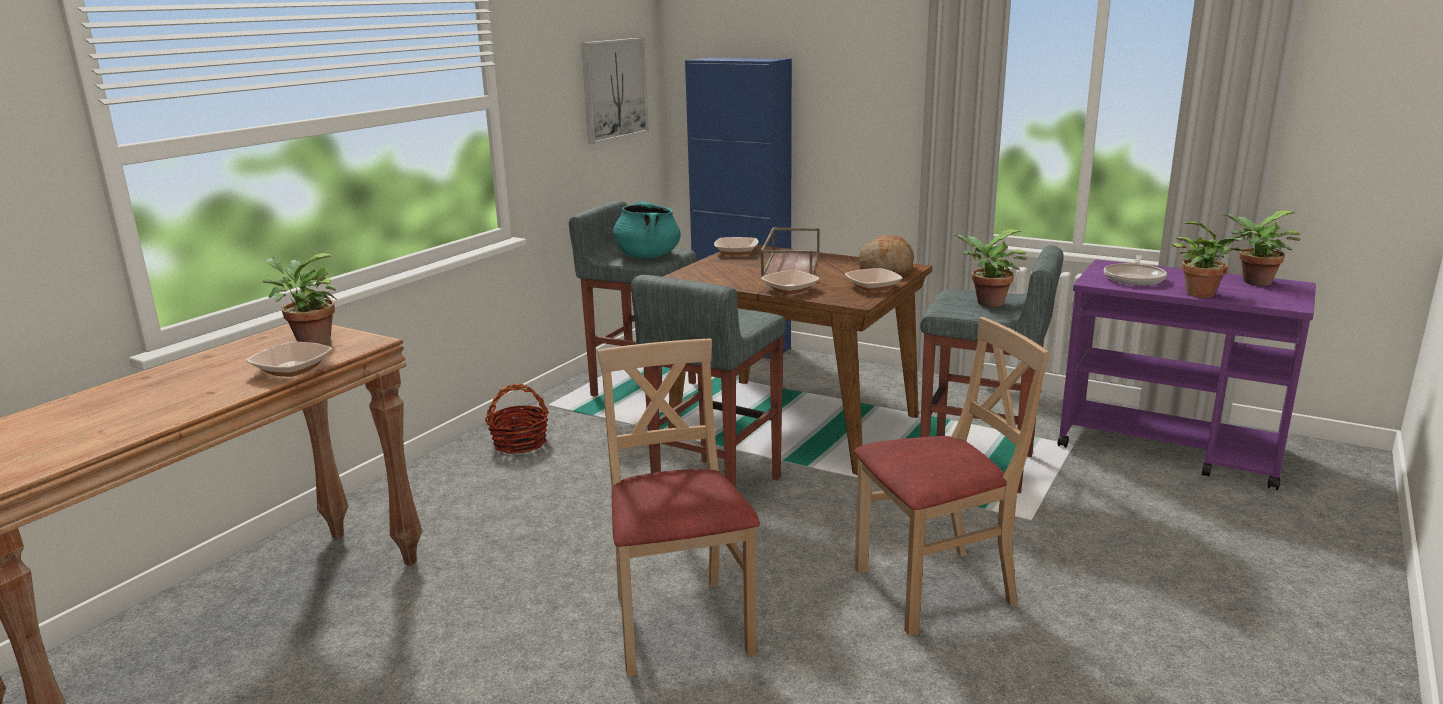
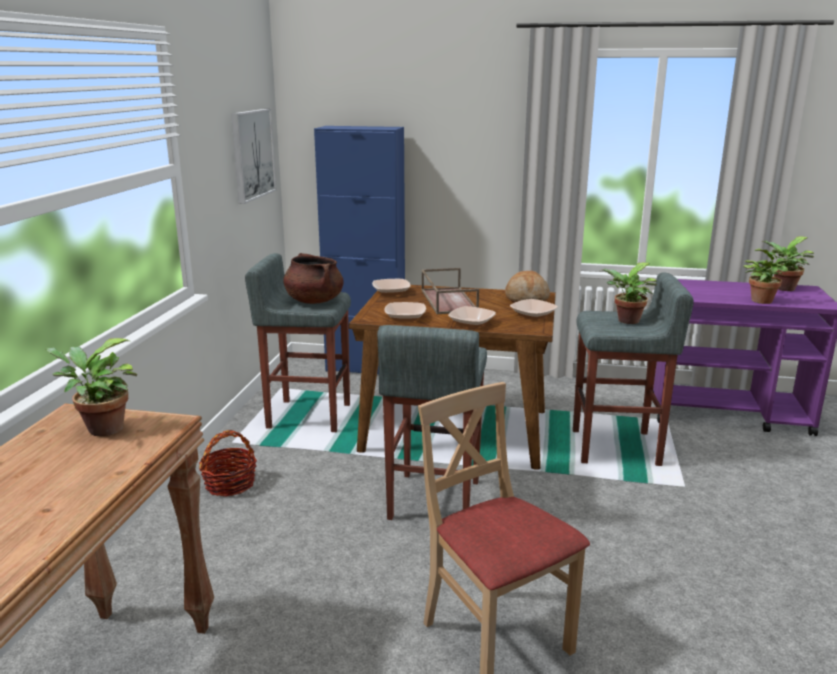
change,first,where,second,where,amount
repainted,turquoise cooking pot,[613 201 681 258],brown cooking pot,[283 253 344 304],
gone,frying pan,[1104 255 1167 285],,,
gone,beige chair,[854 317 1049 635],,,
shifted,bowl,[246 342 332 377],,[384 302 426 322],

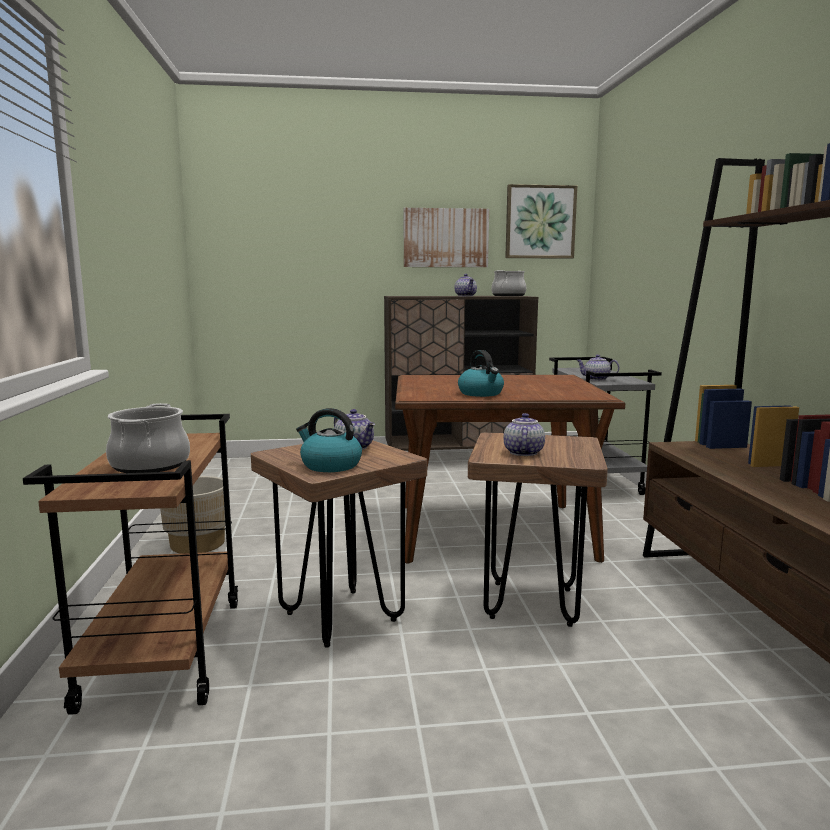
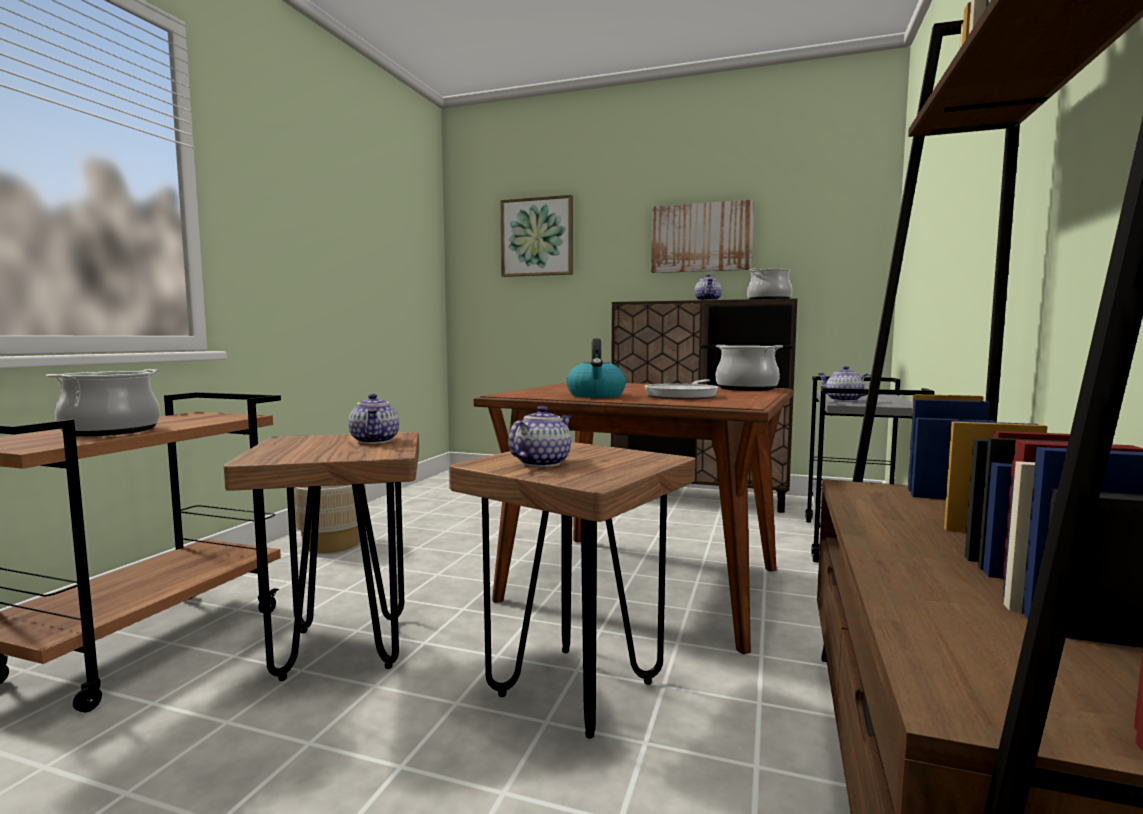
change,first,where,second,where,amount
shifted,picture,[505 184 577 259],,[500 195 573 277],
gone,kettle,[296 408 362 472],,,
new,,,cooking pot,[715 345 783 391],
new,,,frying pan,[645 380 718 400],

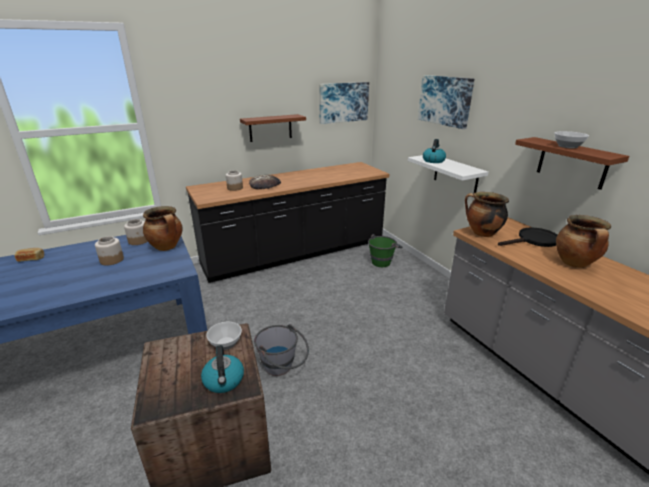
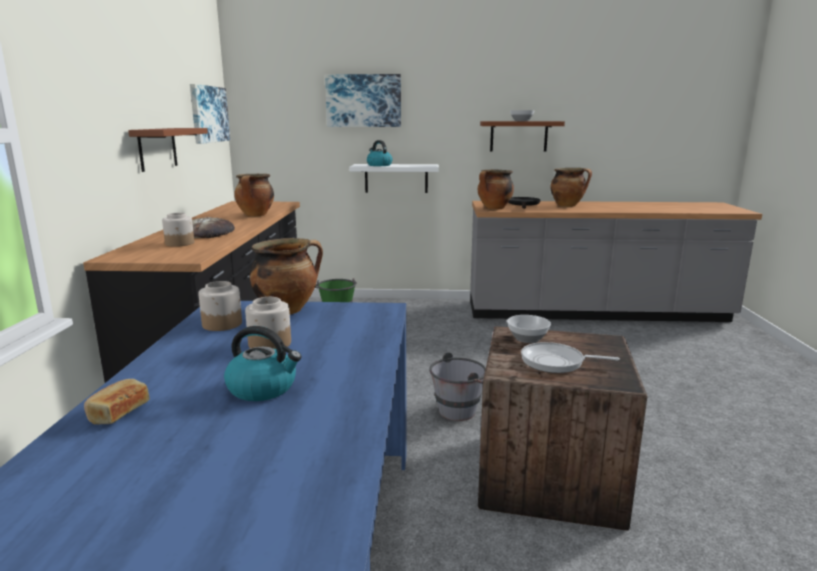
change,first,where,second,where,amount
shifted,kettle,[201 345 244 393],,[224 326 302 401],
new,,,cooking pot,[234 174 274 217],
new,,,frying pan,[521 342 620 373],

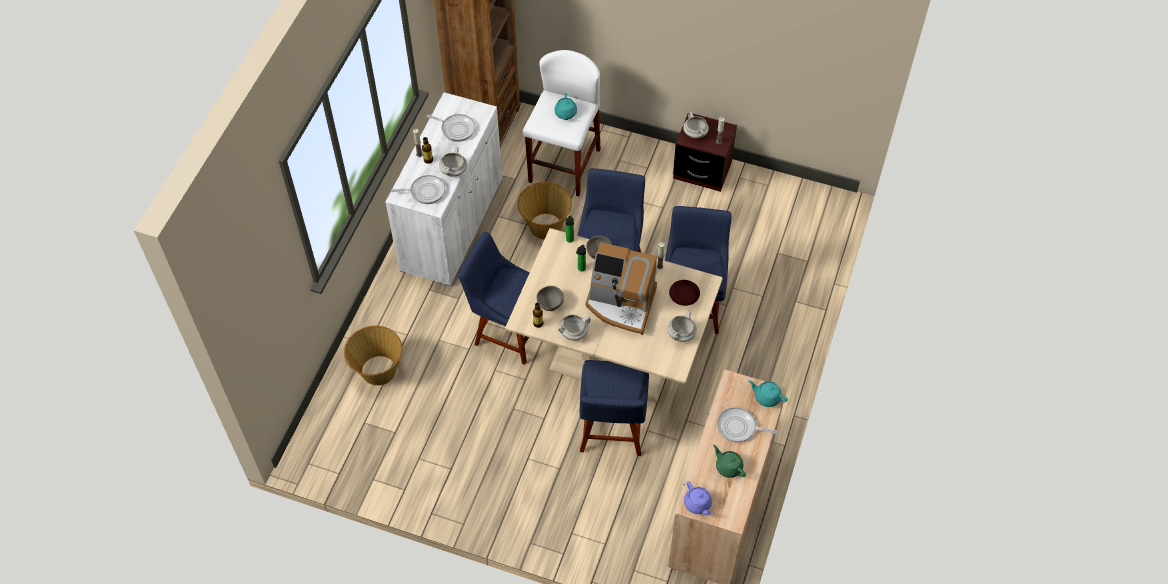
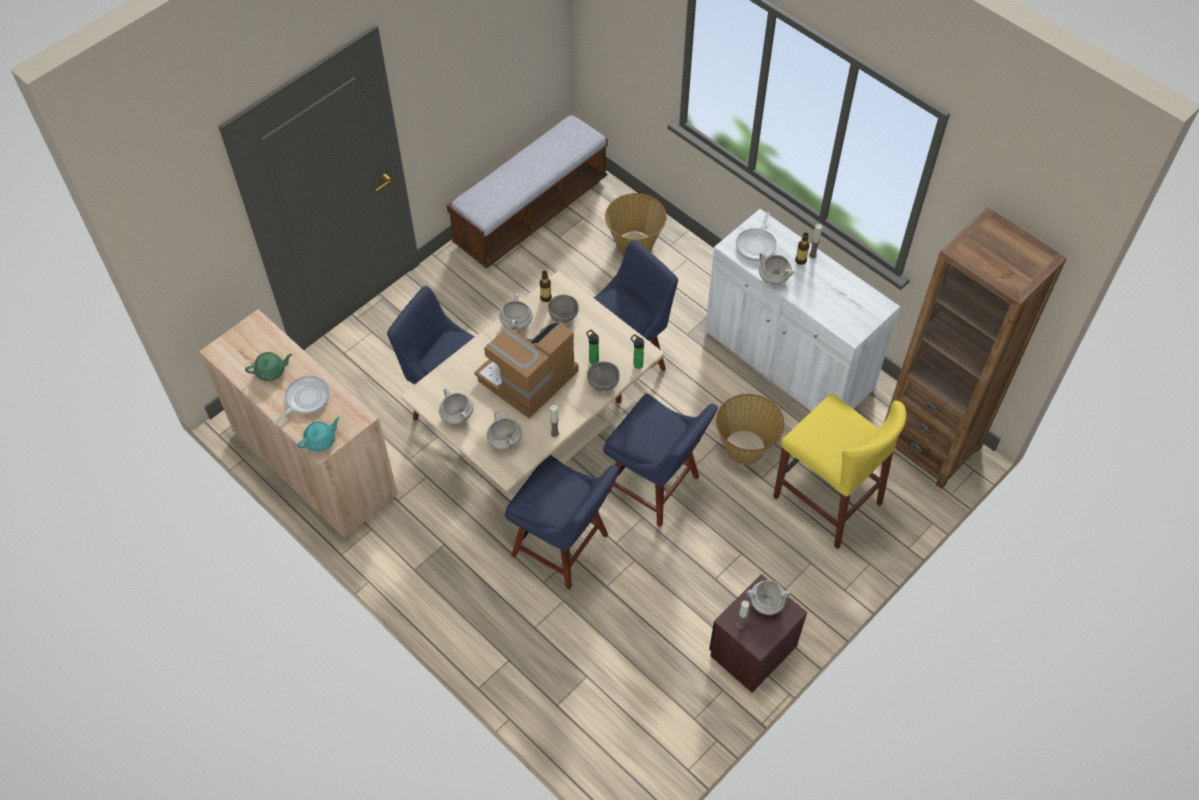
change,first,where,second,where,amount
repainted,white stool,[522 50 600 196],yellow stool,[773 393 906 549],
gone,turquoise teapot,[555 93 577 120],,,
gone,frying pan,[427 114 475 142],,,
swapped,brown plate,[669 280 700 306],white cooking pot,[487 412 522 450],
gone,purple teapot,[684 481 712 516],,,
new,,,bench,[447 113 608 268],

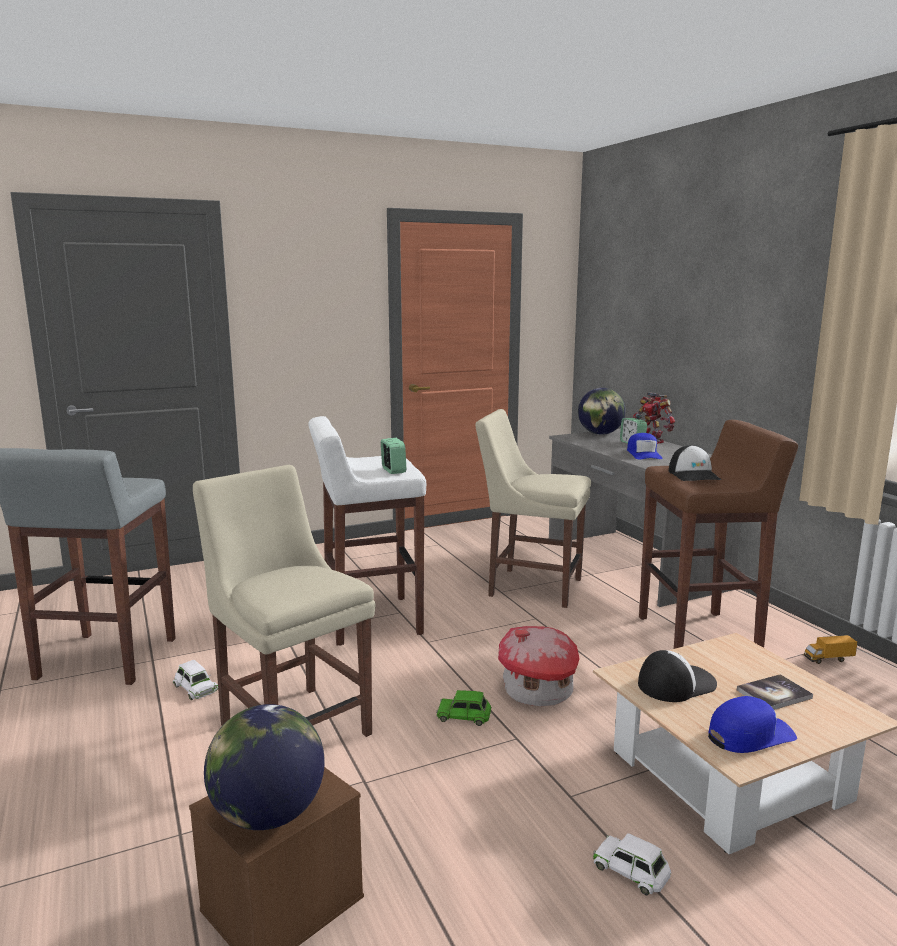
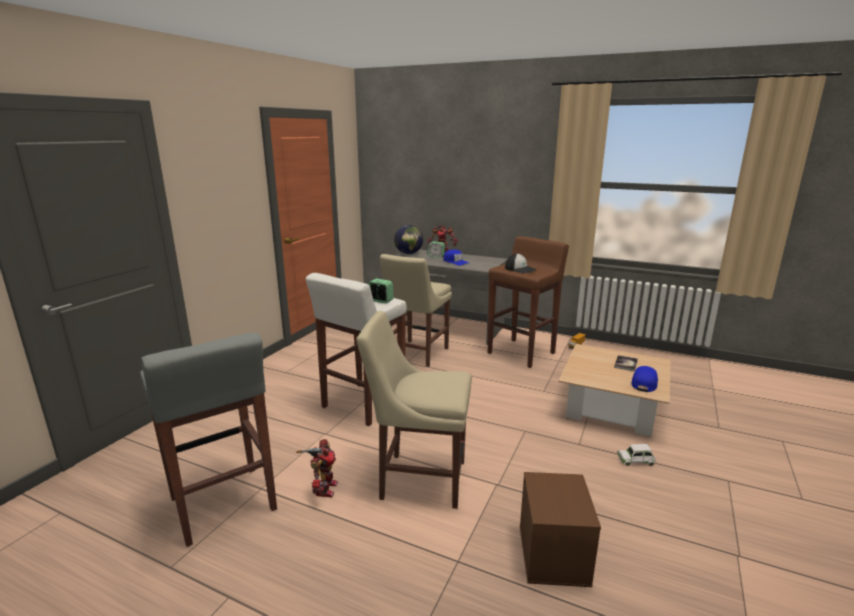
change,first,where,second,where,amount
rotated,beige chair,[475 409 591 608],,[380 254 452 367],45 degrees counterclockwise
gone,toy house,[498 626 580 706],,,
gone,cap,[638 650 717 702],,,
swapped,white toy car,[173 660 218 700],toy robot,[296 439 338 497],
gone,green toy car,[436 690 492 726],,,
gone,globe,[204 704 325 830],,,

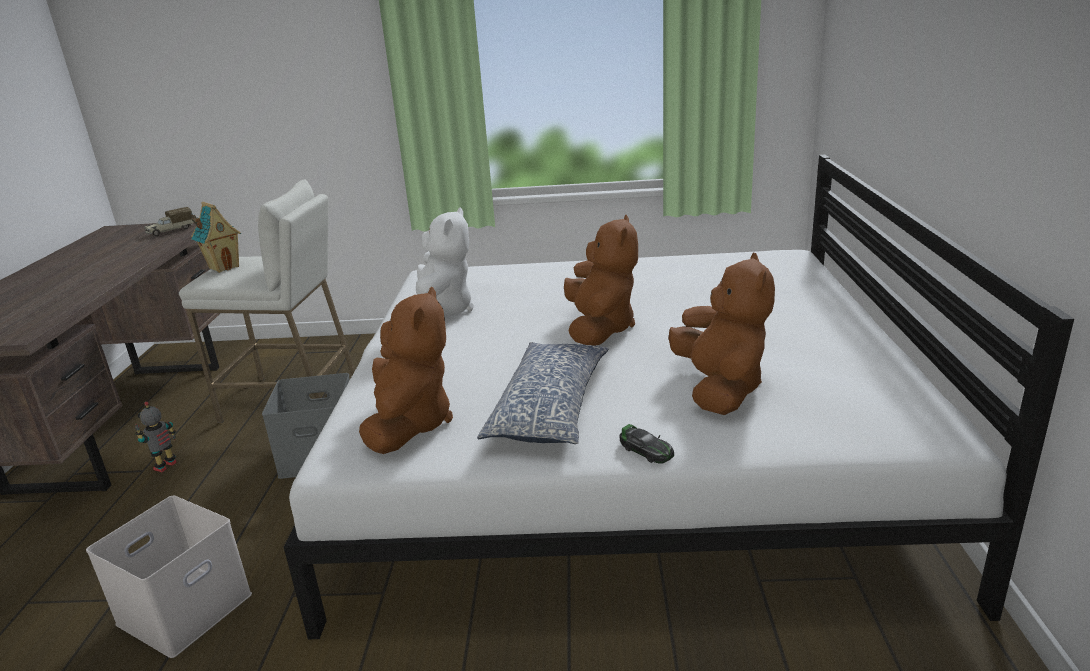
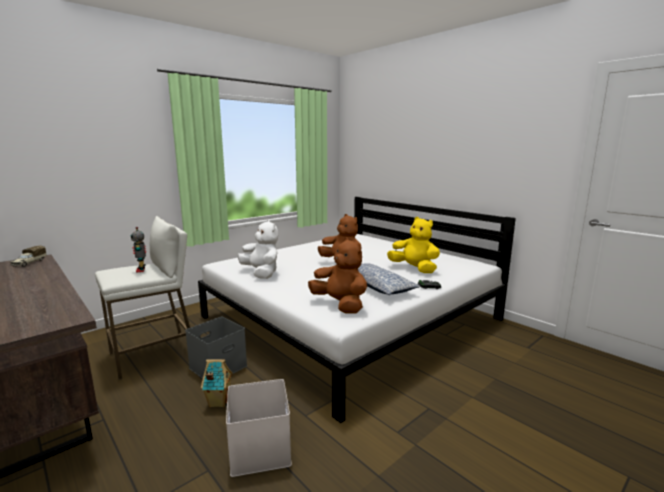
change,first,where,second,where,amount
shifted,toy house,[191 202 241 273],,[201 360 233 407],
repainted,brown plush toy,[668 252 775 415],yellow plush toy,[387 217 440 273],
shifted,toy robot,[135 402 177 472],,[131 227 146 273],

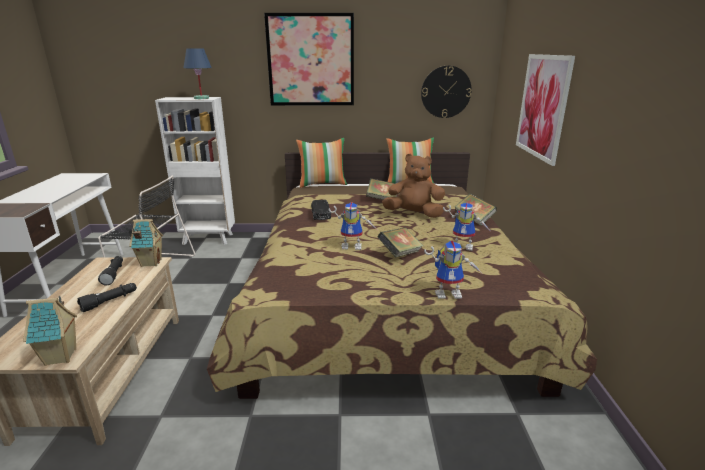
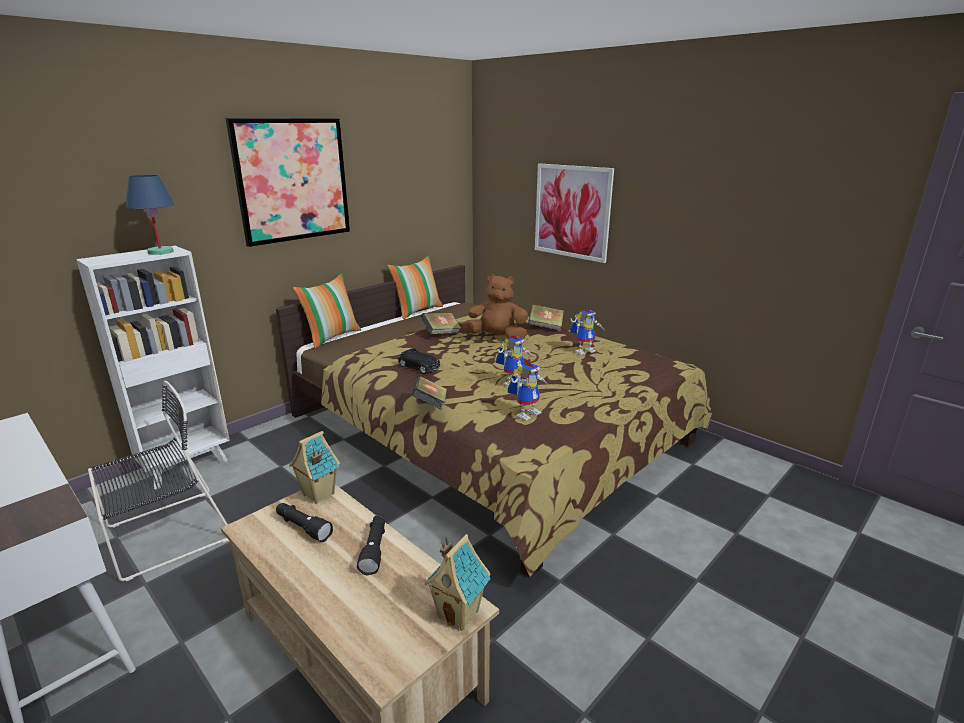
change,first,where,second,where,amount
gone,wall clock,[421 66 472 118],,,
rotated,brown plush toy,[382 154 445 218],,[462 274 528 339],45 degrees clockwise
shifted,book,[378 227 423 257],,[411 376 447 409],
shifted,toy robot,[424 241 481 299],,[508 362 548 421],

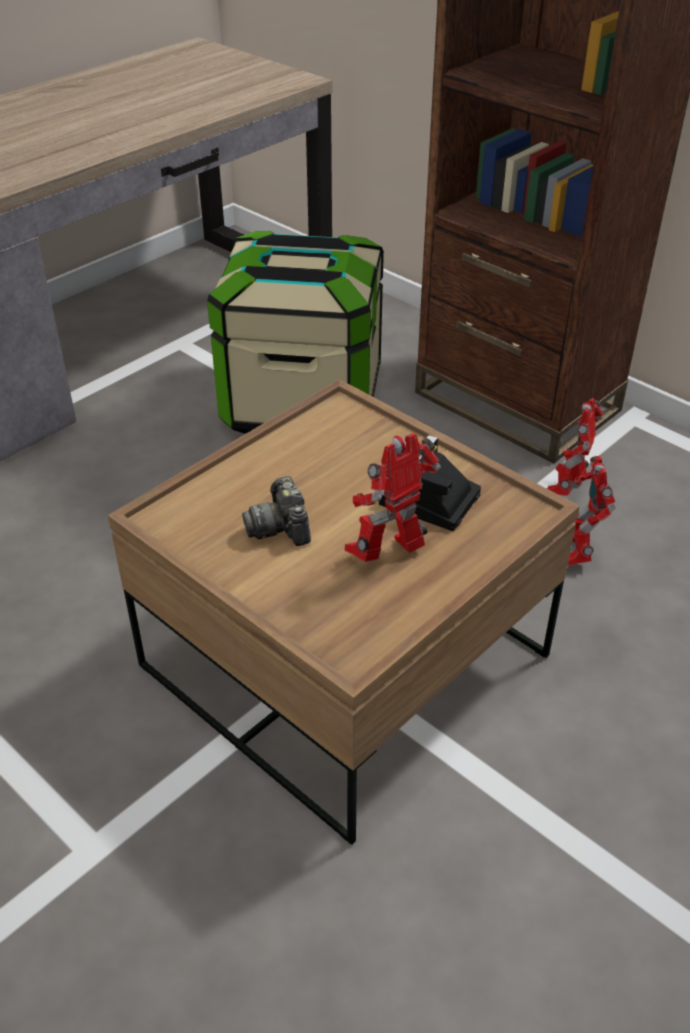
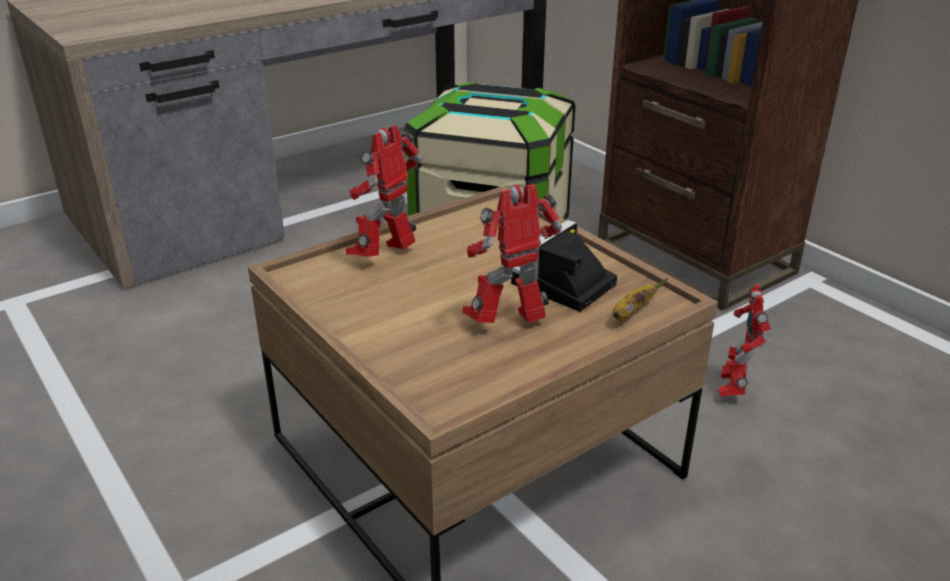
change,first,where,second,where,amount
shifted,toy robot,[547 398 603 496],,[346 125 421 257],
gone,photo camera,[242 476 311 546],,,
new,,,banana,[613 278 668 320],

